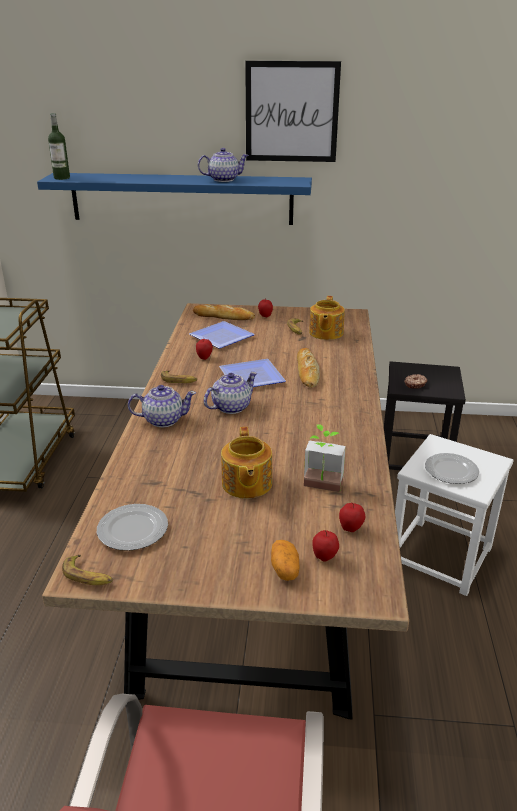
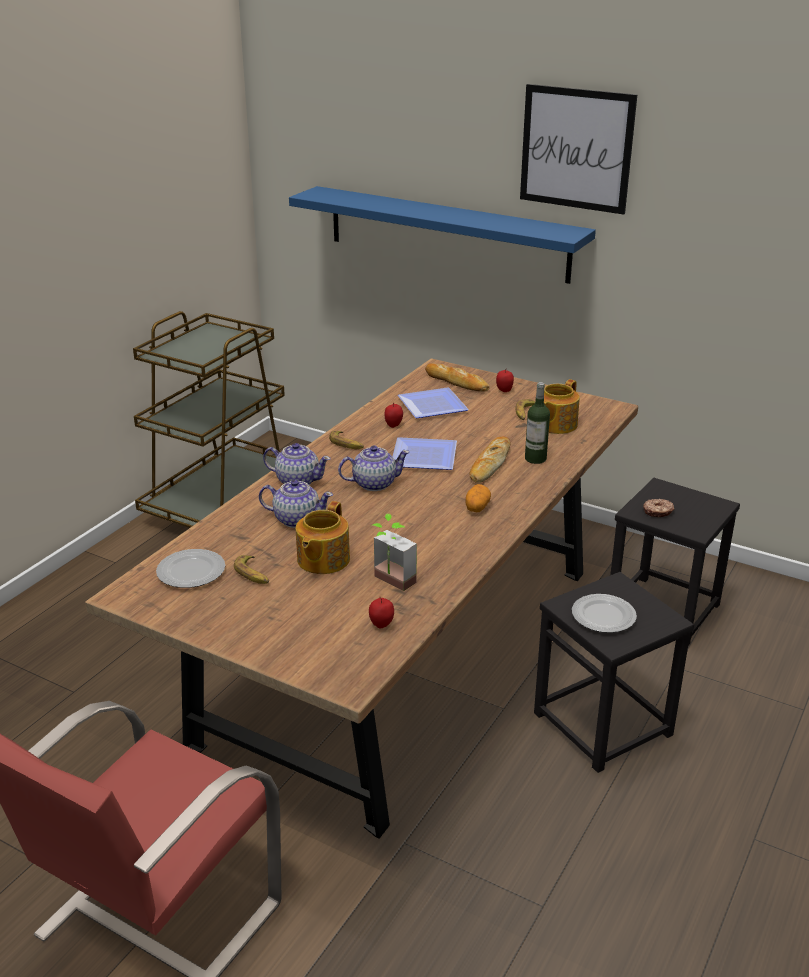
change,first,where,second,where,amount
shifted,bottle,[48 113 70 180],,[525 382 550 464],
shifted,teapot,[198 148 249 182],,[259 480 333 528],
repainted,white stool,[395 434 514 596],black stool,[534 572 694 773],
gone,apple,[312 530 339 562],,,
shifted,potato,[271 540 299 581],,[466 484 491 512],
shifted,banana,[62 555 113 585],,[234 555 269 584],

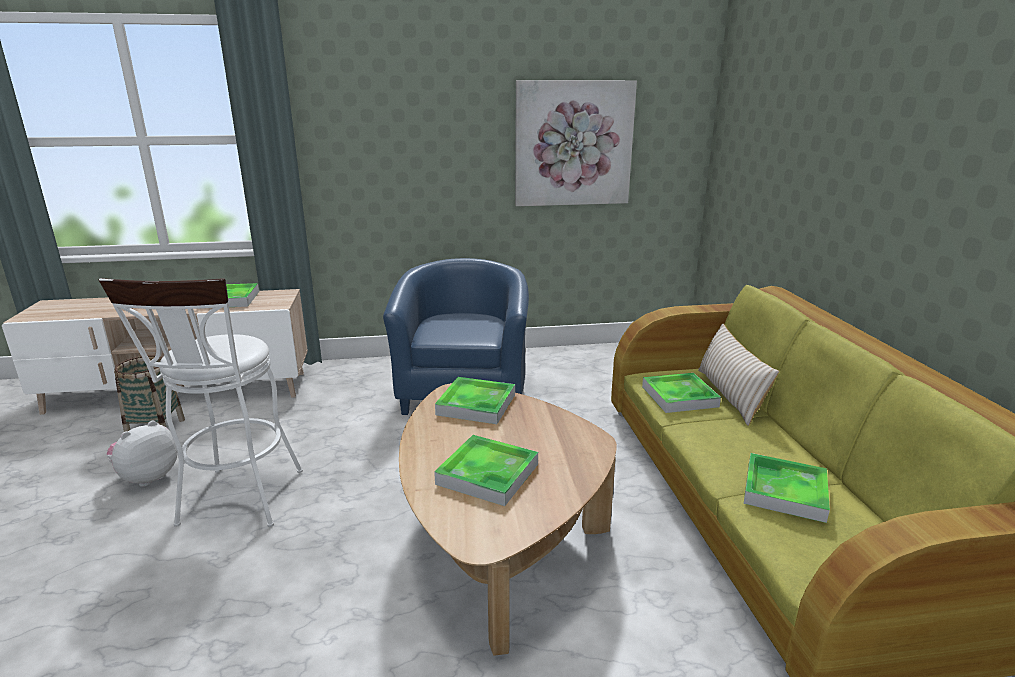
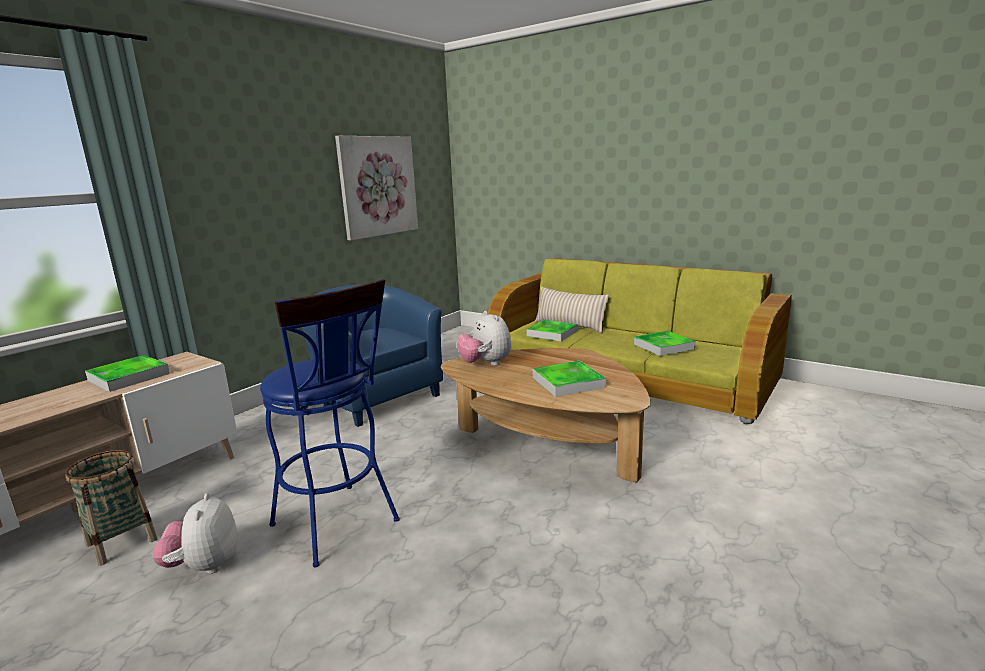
change,first,where,second,where,amount
repainted,white stool,[98 278 303 527],blue stool,[260 279 400 568],
swapped,tray,[435 377 515 424],plush toy,[457 311 512 366],

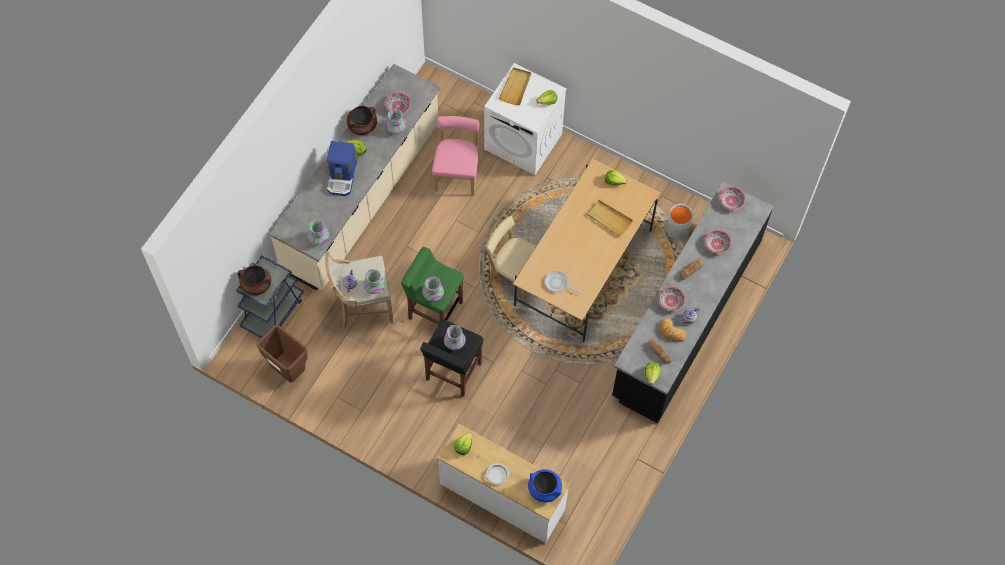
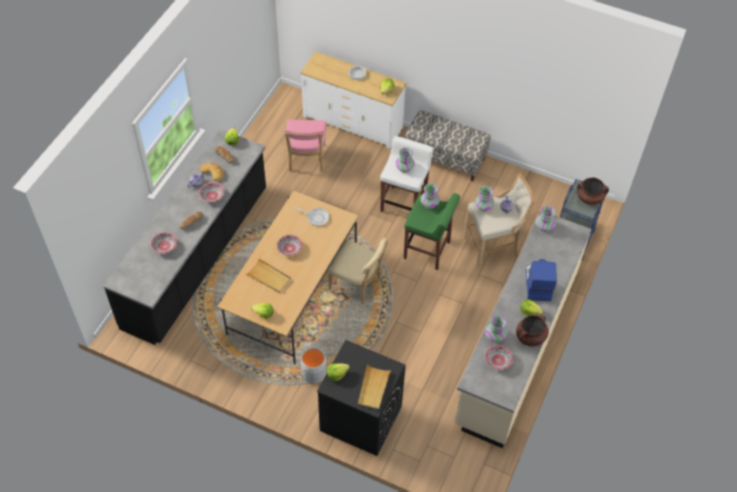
change,first,where,second,where,amount
repainted,white washing machine,[484 63 567 175],black washing machine,[317 340 406 456],
shifted,pink chair,[432 116 480 195],,[284 120 326 172],
shifted,bowl,[719 186 746 210],,[277 235 302 256],
shifted,grey bucket,[663 204 694 240],,[300 347 329 384],
repainted,black stool,[420 320 483 397],white stool,[380 136 433 212],
gone,brown trash can,[256 325 308 383],,,
gone,blue cooking pot,[528 469 562 502],,,
new,,,bench,[405 110 490 181],

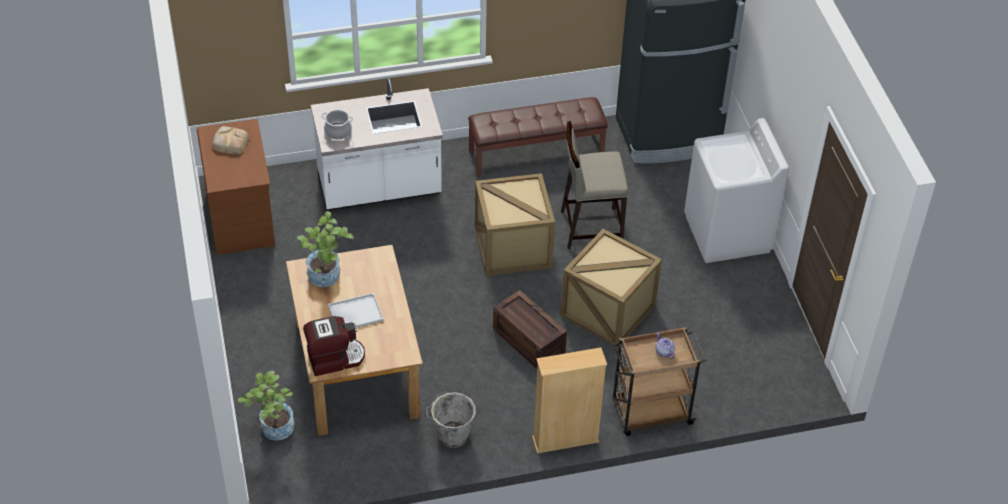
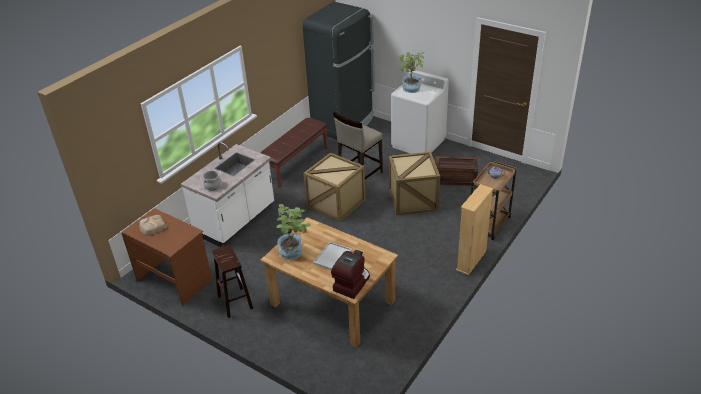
change,first,where,second,where,amount
shifted,crate,[493 290 567 369],,[436 156 478 186],
shifted,potted plant,[238 371 294 441],,[398 52 425 93],
gone,grey bucket,[426 391 476 448],,,
new,,,brown stool,[212 245 253 318],

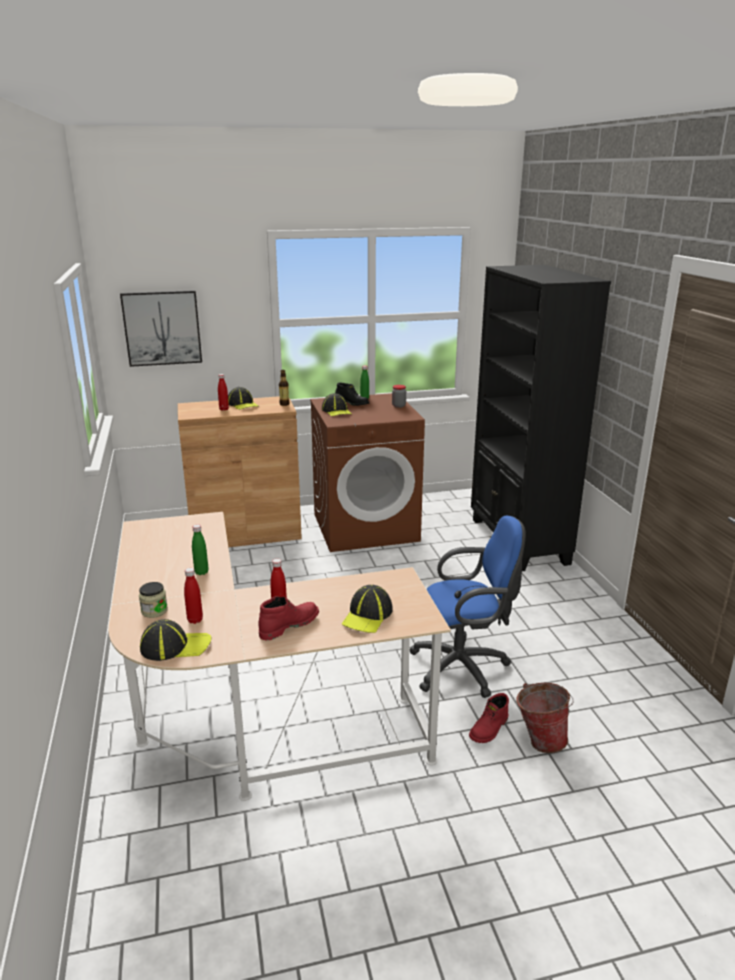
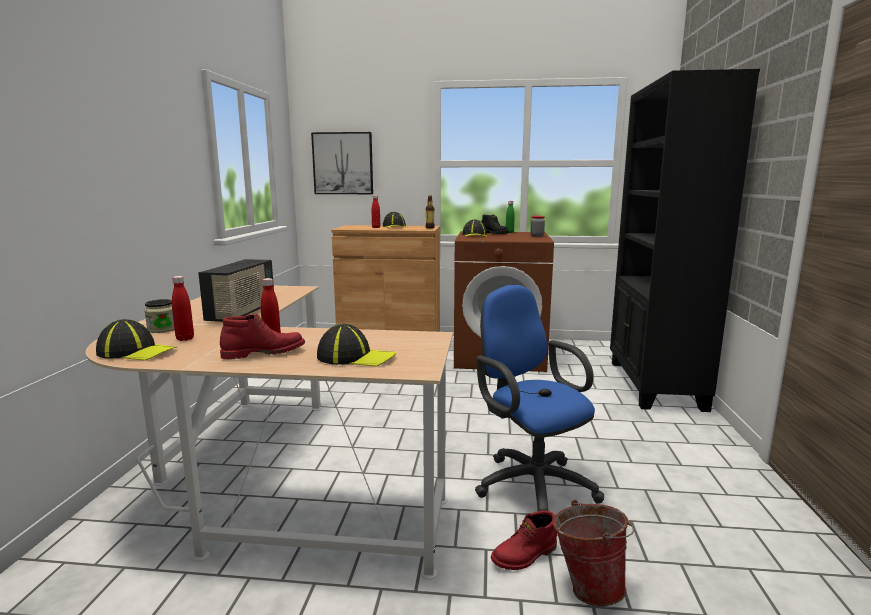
change,first,where,second,where,amount
rotated,blue office chair,[409 516 526 698],,[475 285 604 511],135 degrees counterclockwise
swapped,green bottle,[192 524 208 575],radio,[198 259 274 322],
rotated,cap,[342 585 393 633],,[317 324 396 367],120 degrees counterclockwise

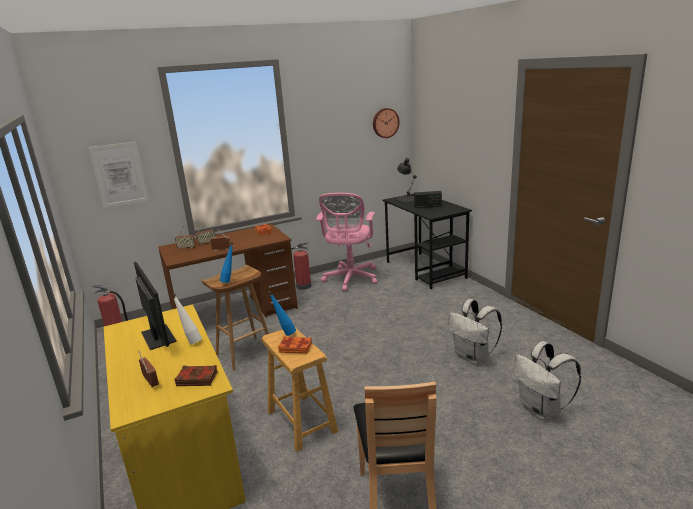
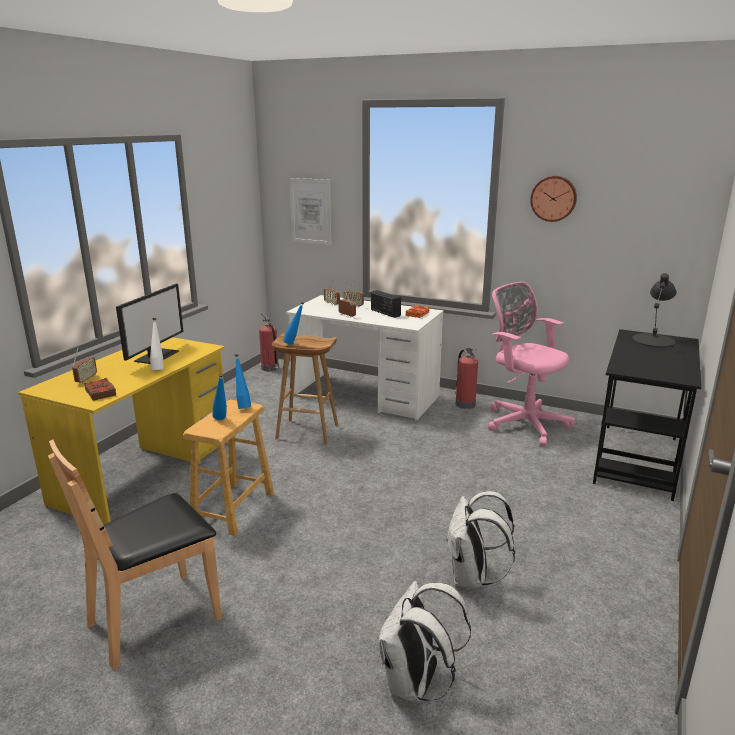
change,first,where,second,where,amount
shifted,wall clock,[373 108 400 138],,[530 176 577 222],
shifted,radio,[414 191 442 208],,[371 290 401 318],
rotated,pink office chair,[316 193 377 291],,[488 282 575 446],75 degrees clockwise
repainted,brown desk,[158 224 298 317],white desk,[286 295 444 421],
swapped,orange book,[278 336 312 354],blue bottle,[212 373 227 420],

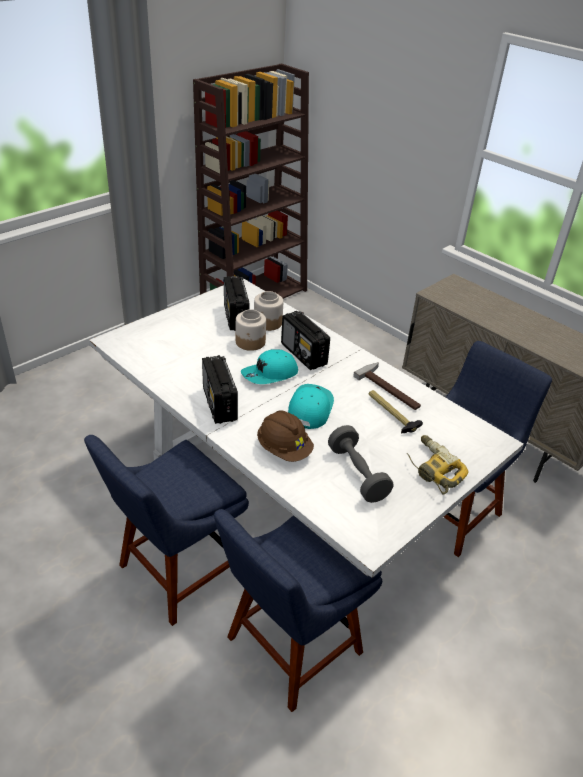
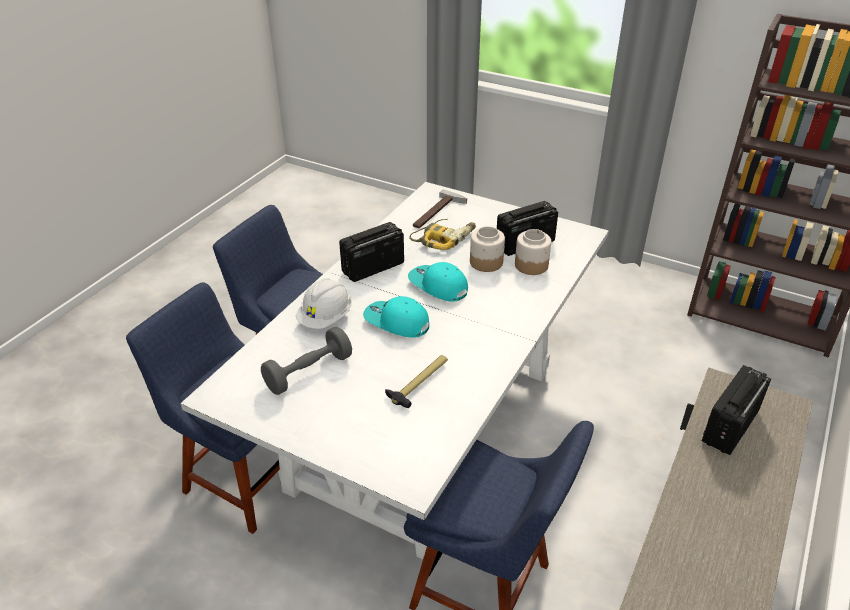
change,first,where,second,where,amount
shifted,radio,[281 311 330 370],,[702 365 771 455],
shifted,hammer,[353 362 421 410],,[413 189 467 228],
rotated,turquoise cap,[288 384 334 429],,[363 296 429 338],150 degrees counterclockwise
repainted,brown hard hat,[257 410 314 462],white hard hat,[296 278 352 329],
shifted,power drill,[407 435 469 495],,[409 219 476 250],

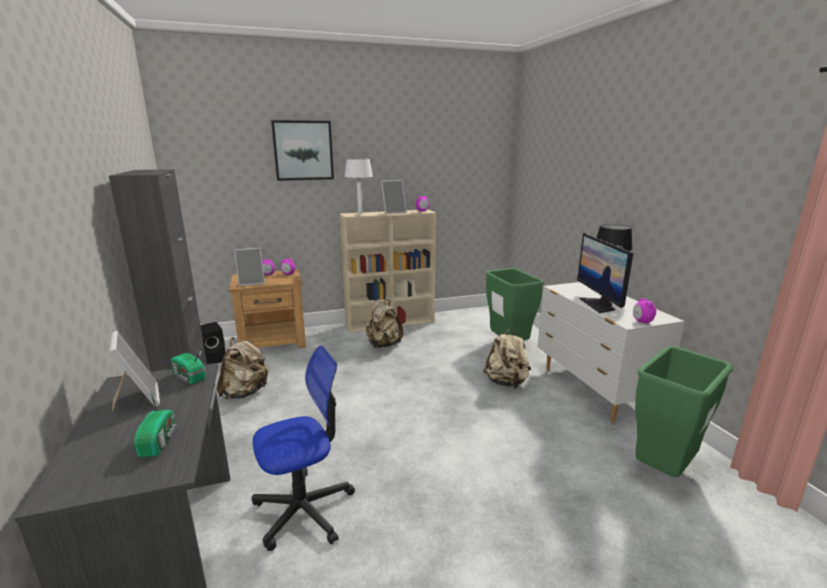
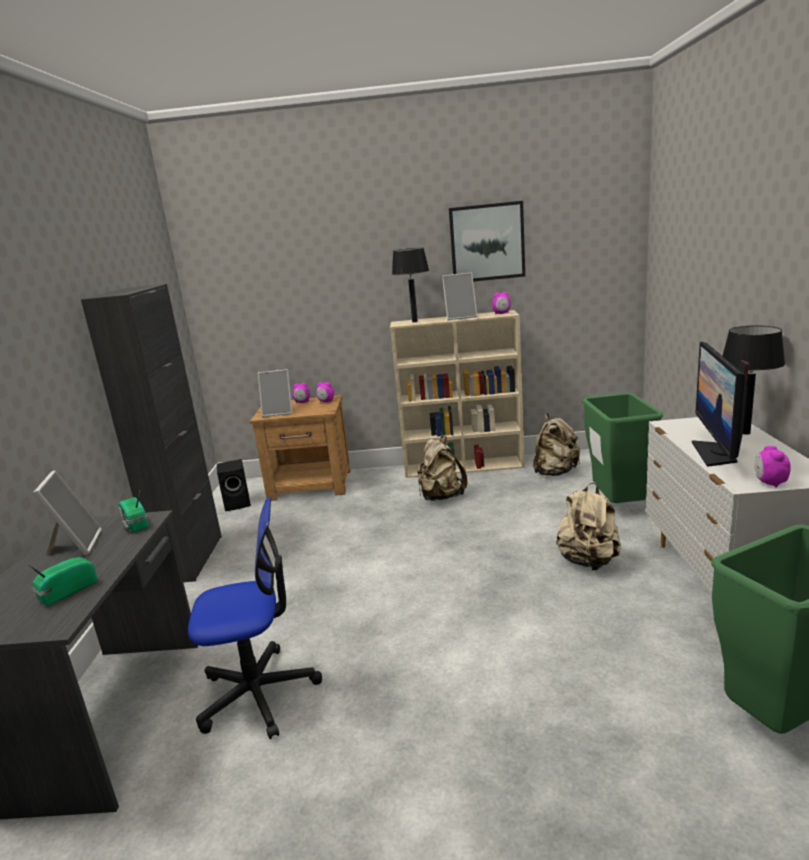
change,first,where,second,where,amount
shifted,picture,[271 120 334 181],,[449 201 525 282],
repainted,white table lamp,[344 159 373 215],black table lamp,[392 248 429 322],
shifted,beige backpack,[217 337 269 399],,[533 413 580 476],
rotated,radio,[134 387 177 458],,[25 557 98 606],150 degrees counterclockwise

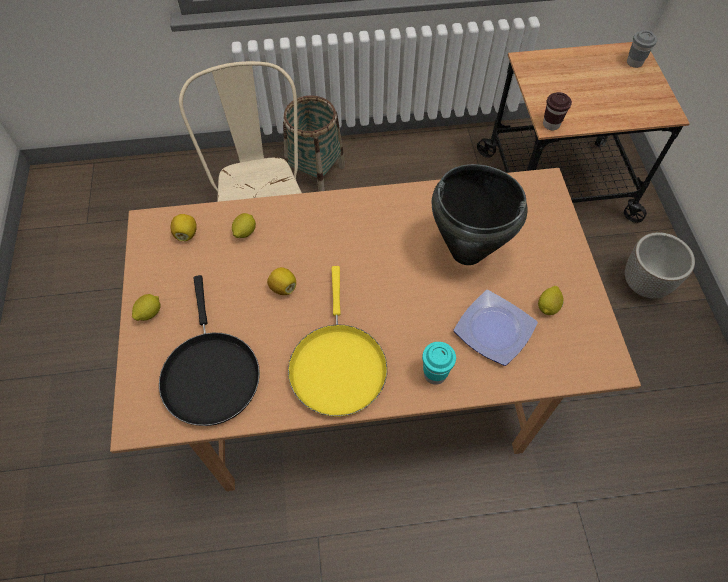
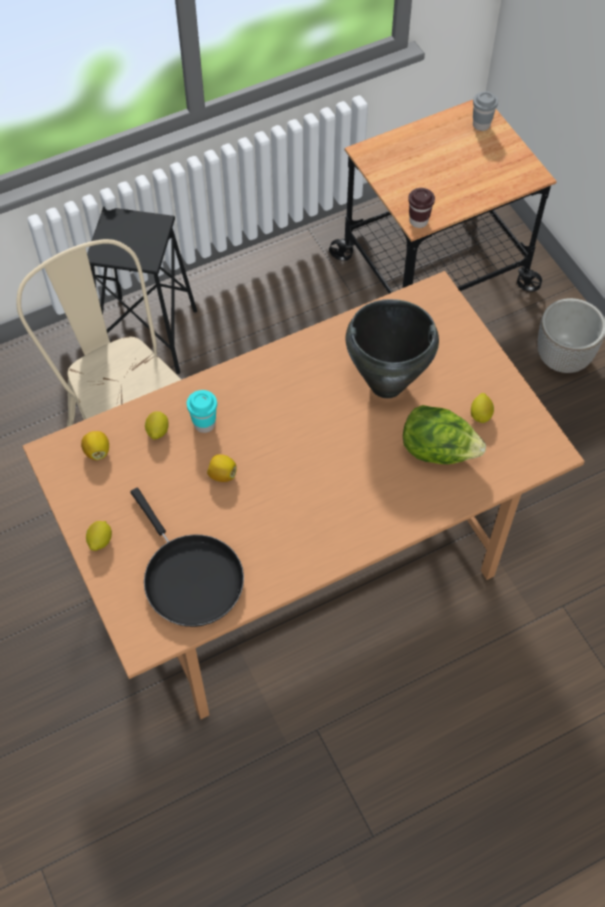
change,first,where,second,where,amount
swapped,basket,[283 95 345 192],black stool,[87 207 197 374],
gone,yellow frying pan,[288 266 387 417],,,
swapped,plate,[454 290 538 366],lettuce,[403 405 486 464],
shifted,turquoise cup,[422 342 456 385],,[187 390 217 433],

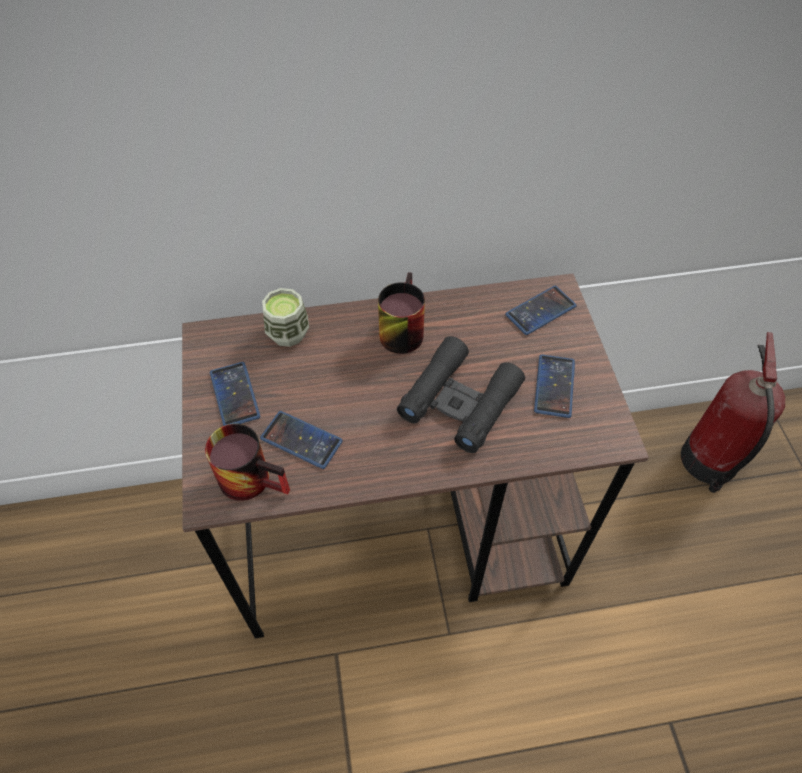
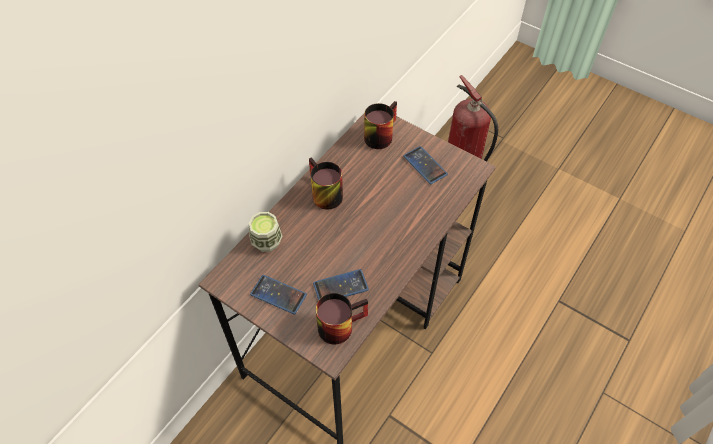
change,first,where,second,where,amount
swapped,phone,[505 286 577 335],mug,[364 101 397 149],
gone,black binoculars,[397 336 525 453],,,

